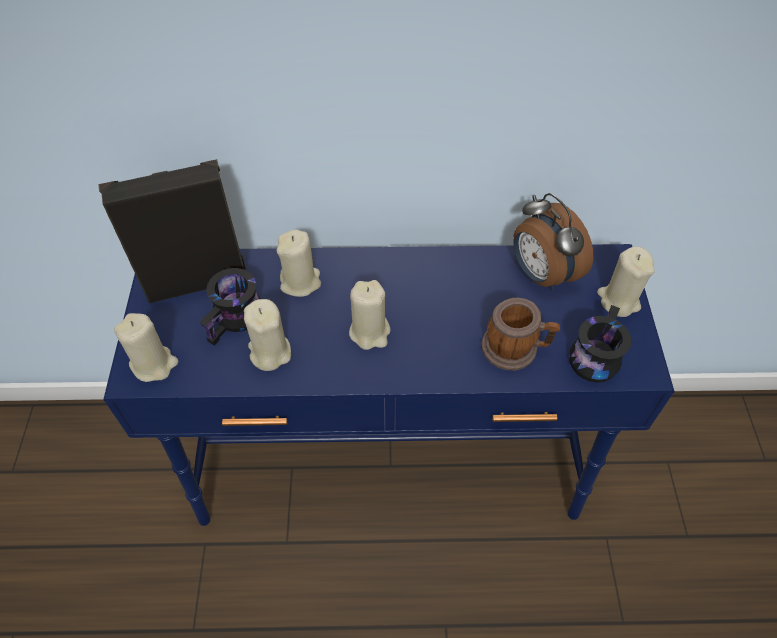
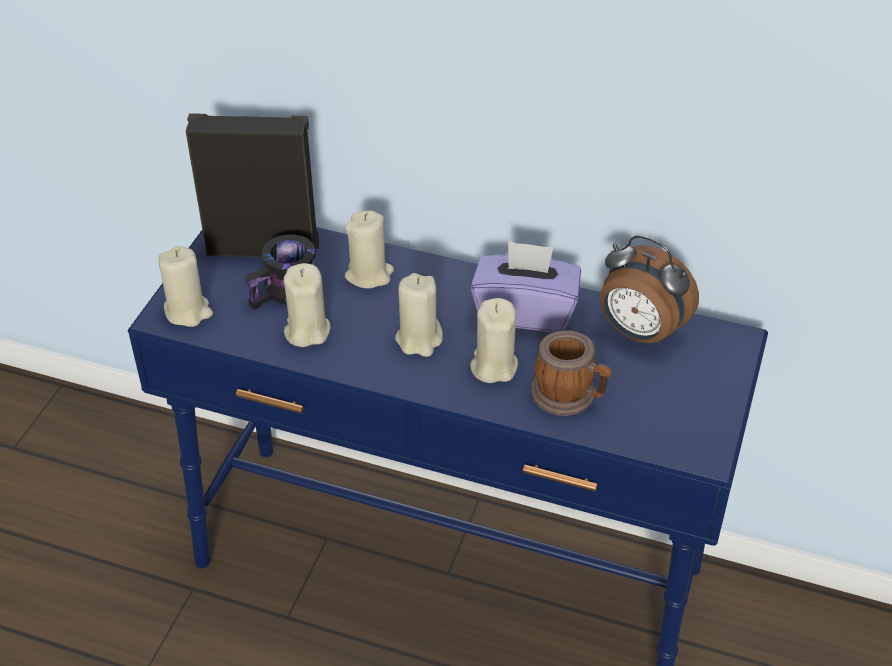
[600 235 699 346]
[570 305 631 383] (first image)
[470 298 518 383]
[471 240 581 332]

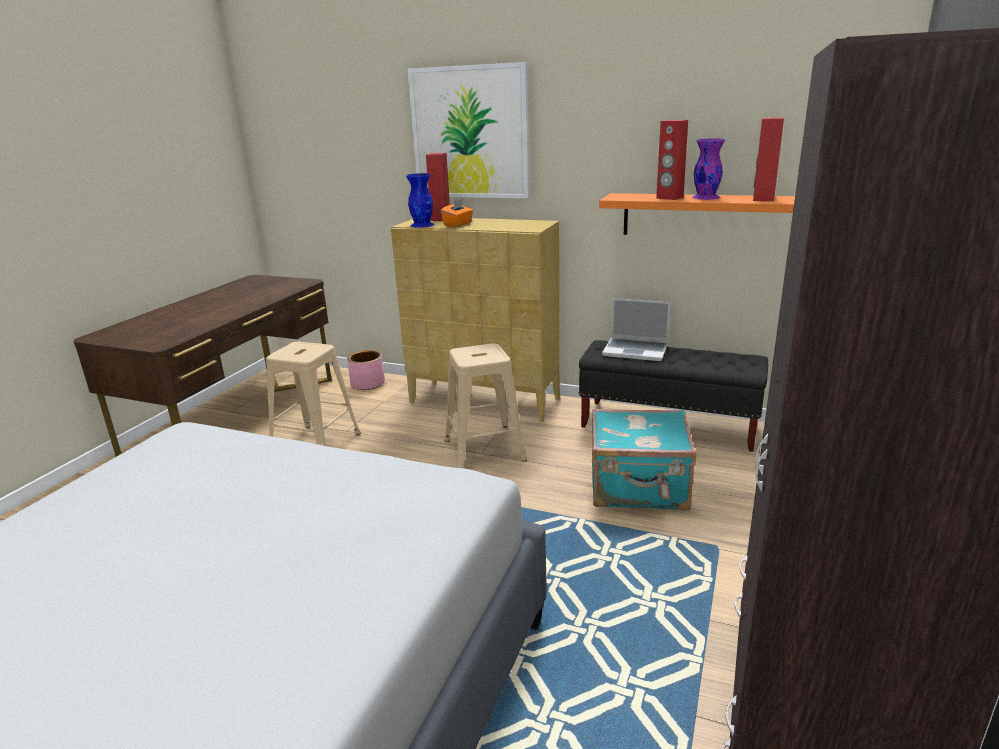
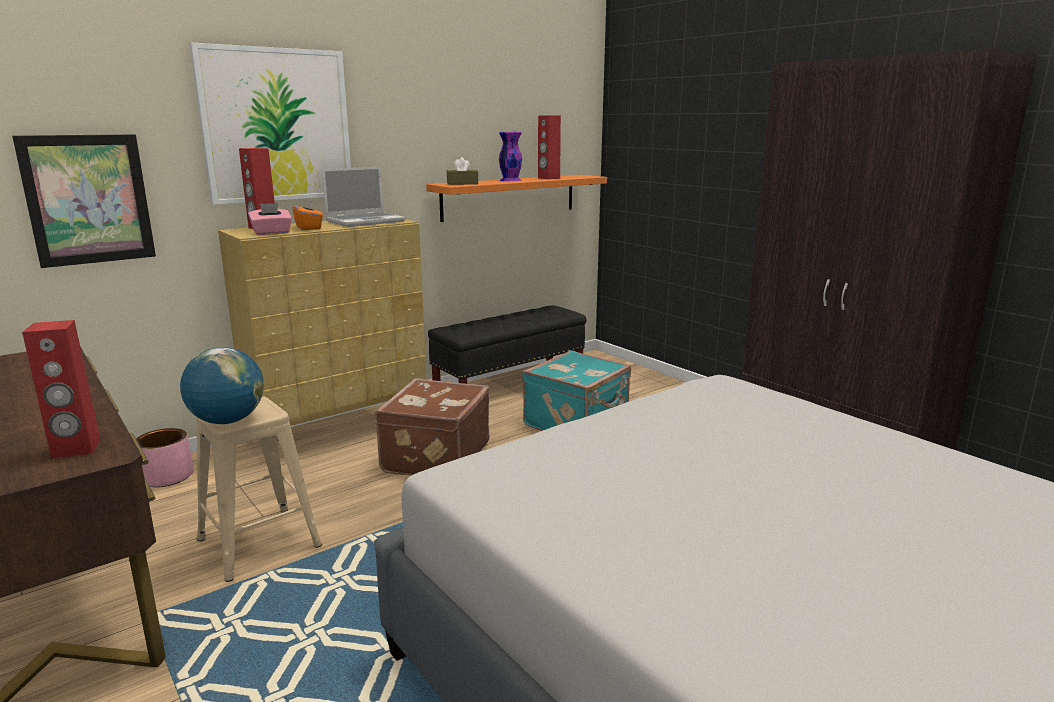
[248 203 292 235]
[375 378 490 476]
[322 167 405 227]
[22 320 100 458]
[12 134 156 268]
[180 347 264 424]
[447 157 478 185]

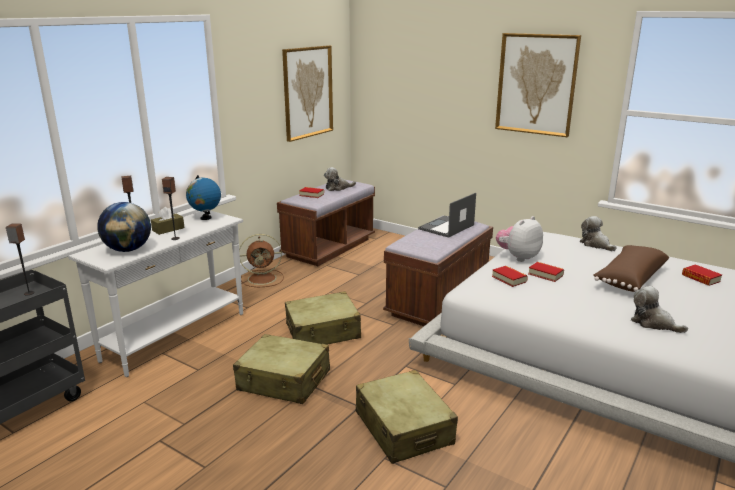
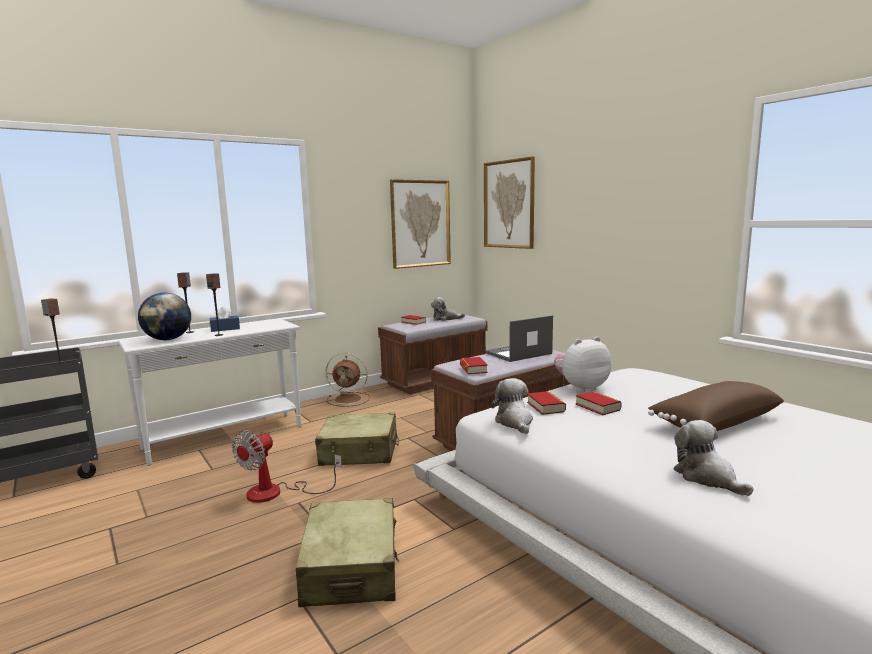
[210 306 240 332]
[186 175 221 220] (first image)
[232 430 342 503]
[484 156 535 249]
[491 378 533 434]
[460 357 488 374]

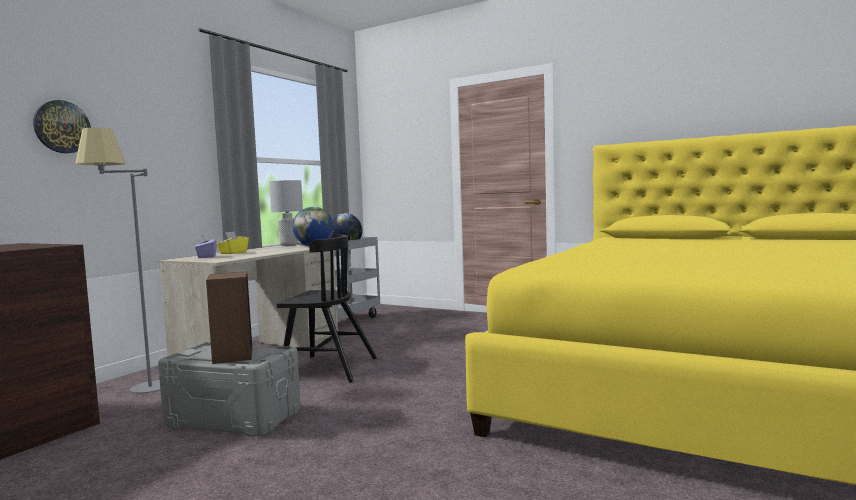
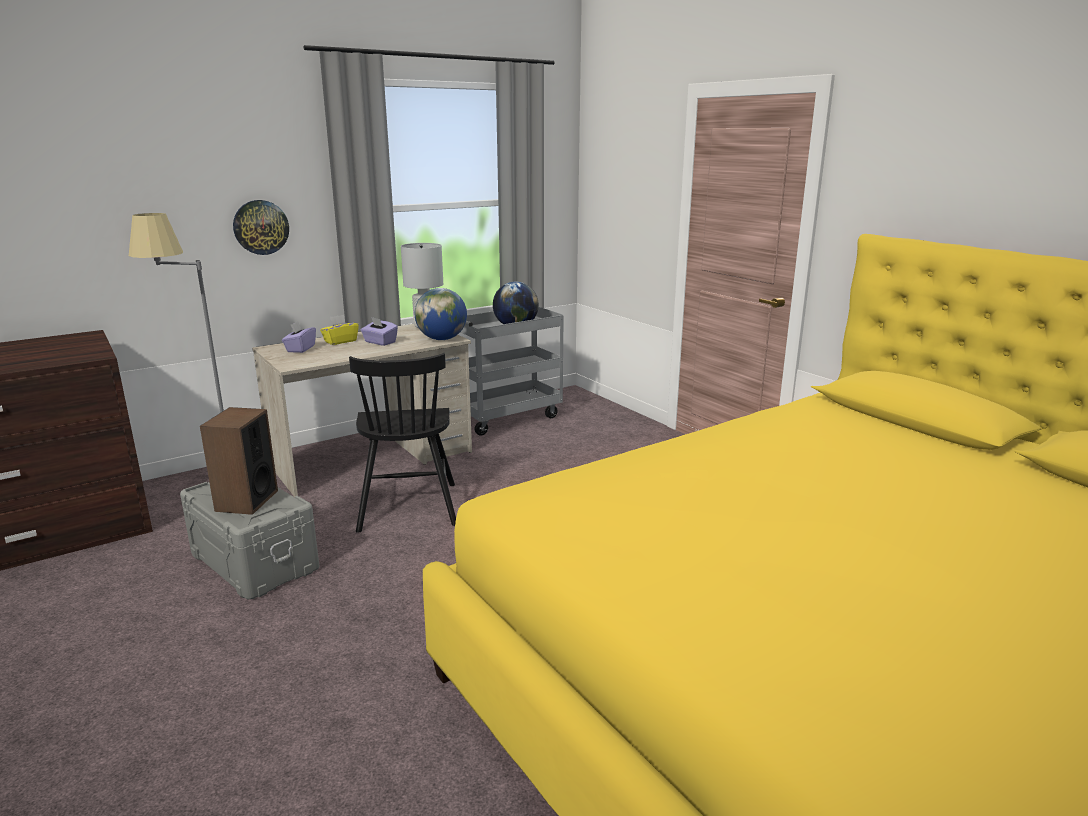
[233 200 289 255]
[349 353 456 533]
[361 317 398 346]

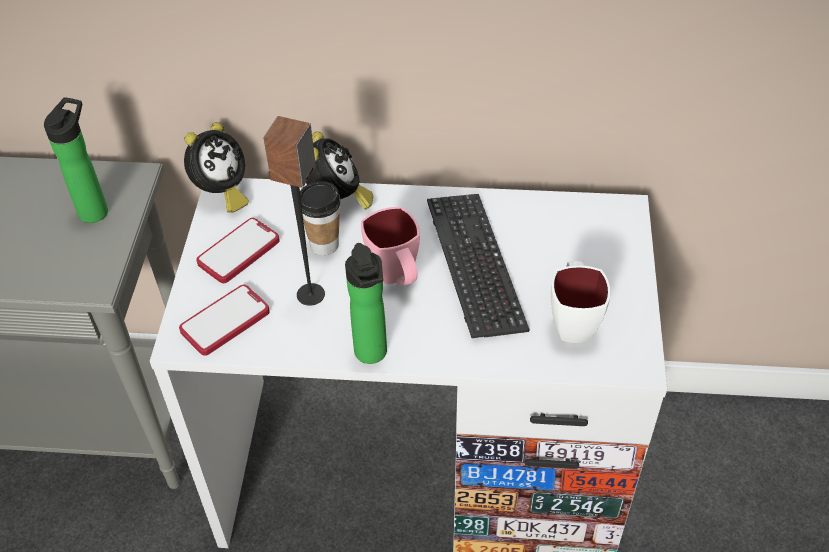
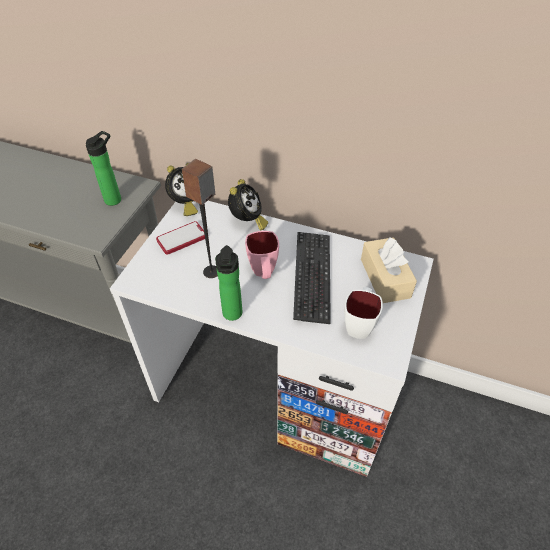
[179 285 270 356] (first image)
[300 181 341 256] (first image)
[361 237 417 303]

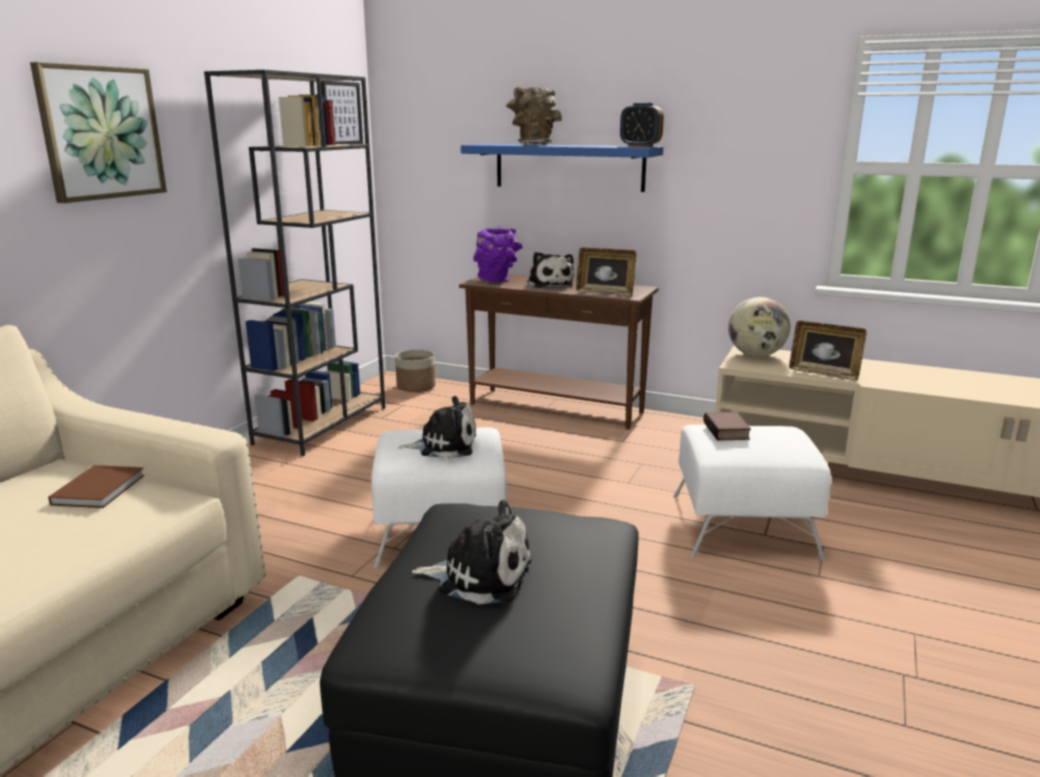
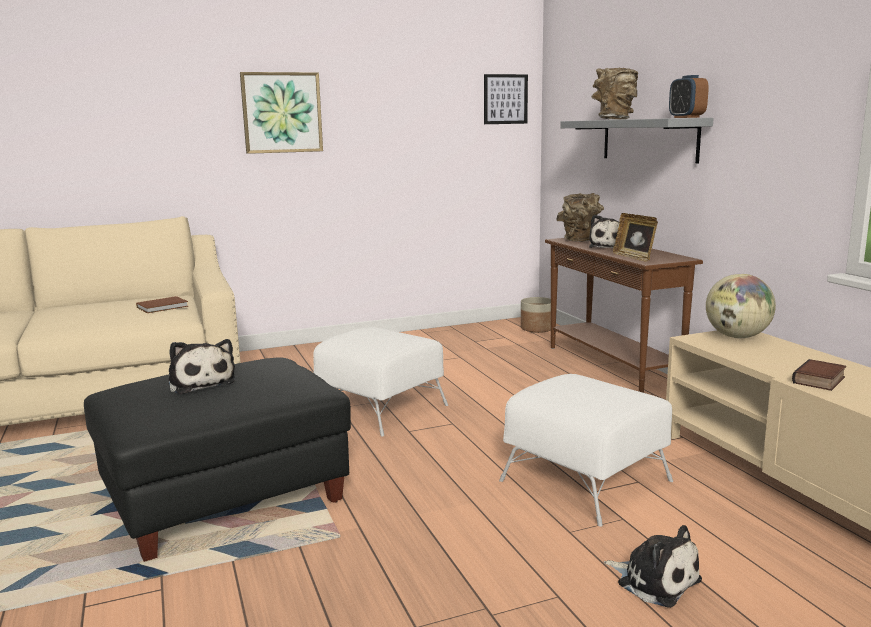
[204 70 385 456] (first image)
[604 525 702 608]
[560 118 714 163]
[556 193 604 242]
[792 359 846 391]
[789 321 867 381] (first image)

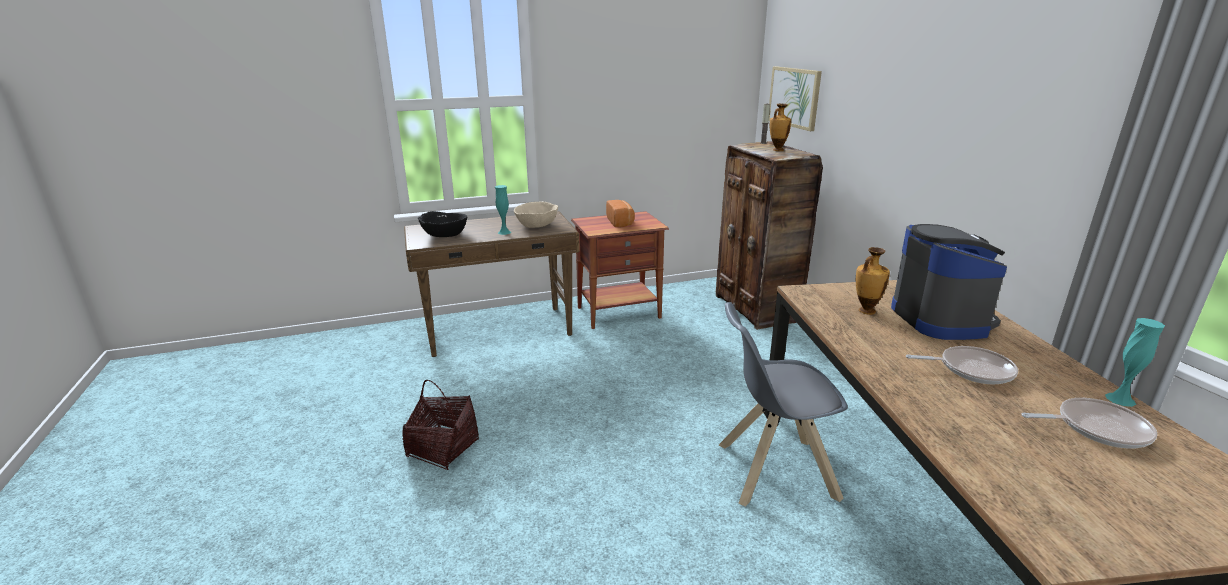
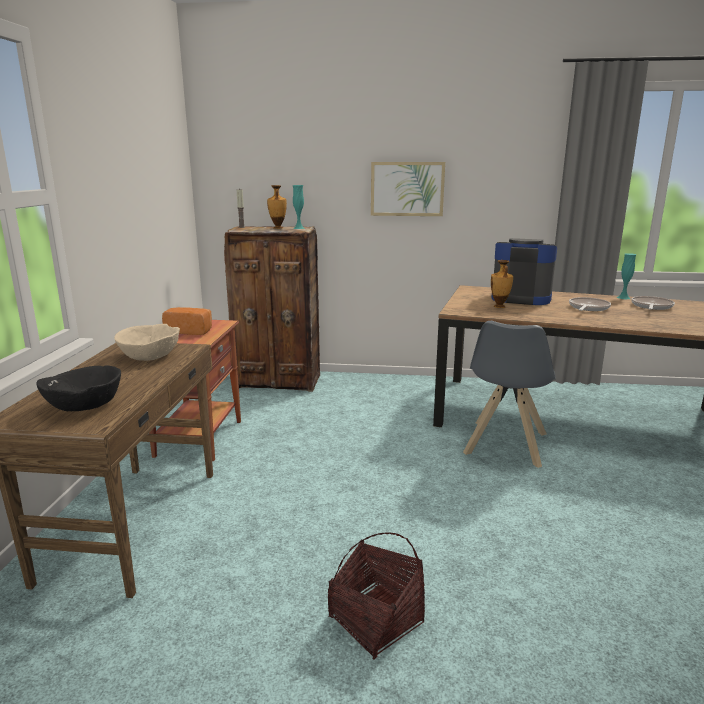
[293 185 305 229]
[371 162 445 216]

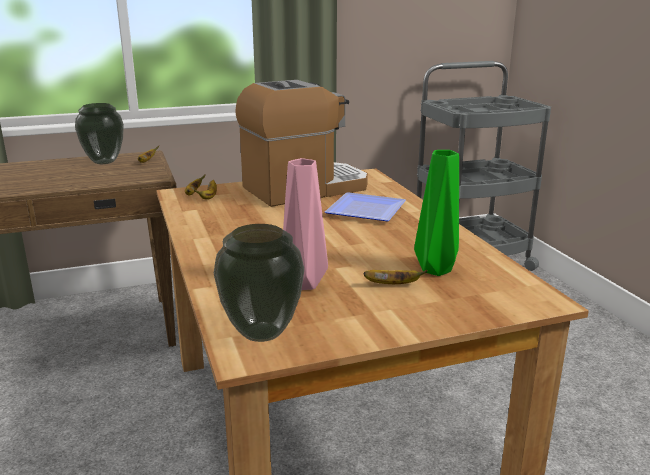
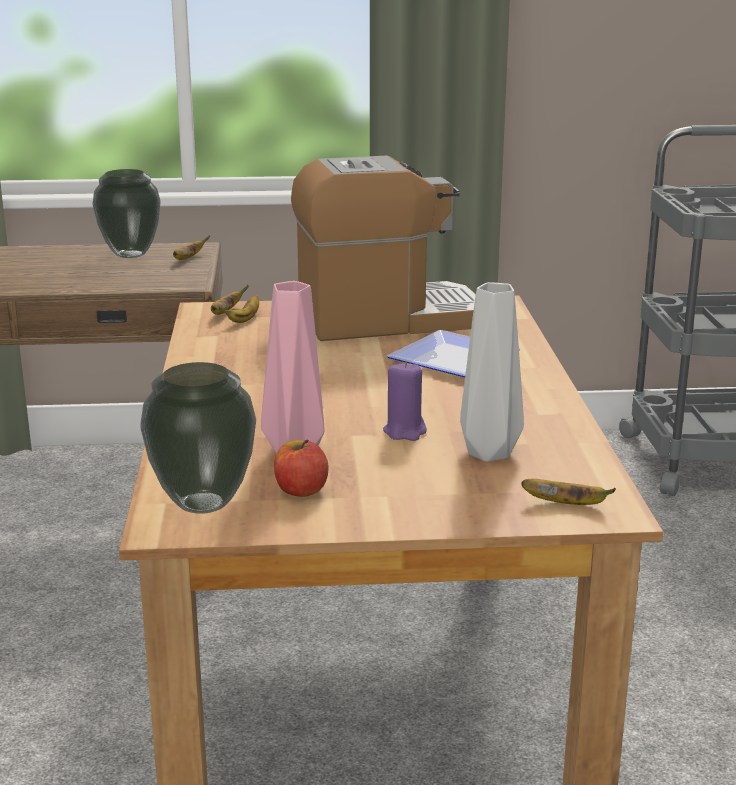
[521 479 616 505]
[460 282 524 462]
[274 440 328 497]
[383 361 427 441]

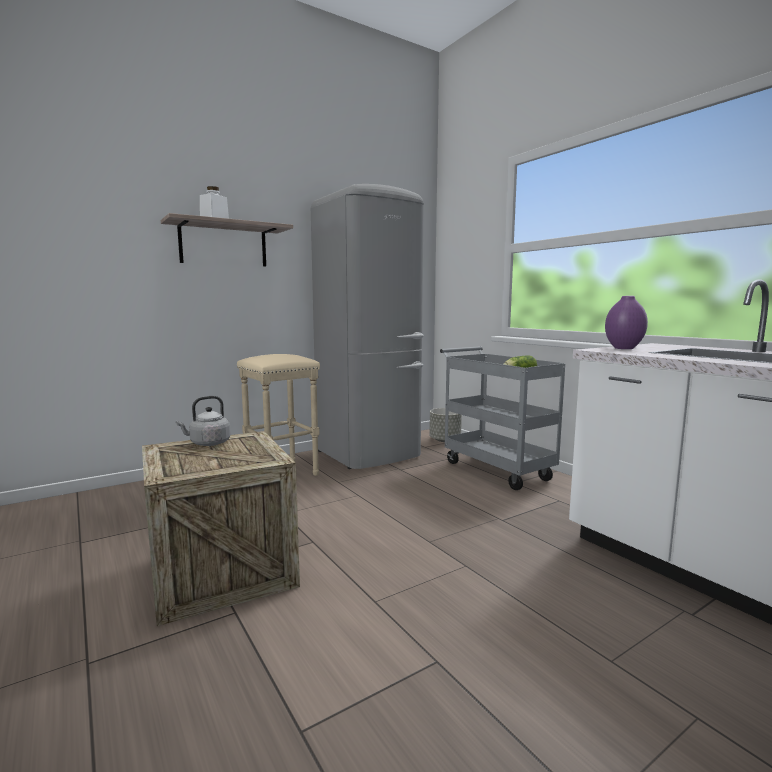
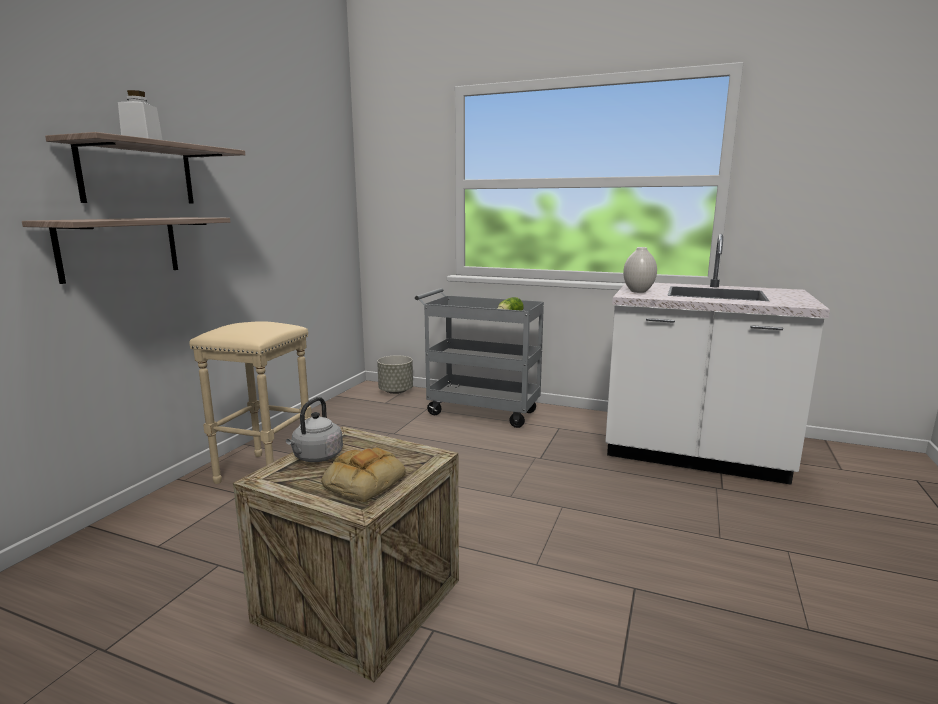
[311 184 424 469] (first image)
[623 247 657 293]
[22 217 230 284]
[321 448 406 502]

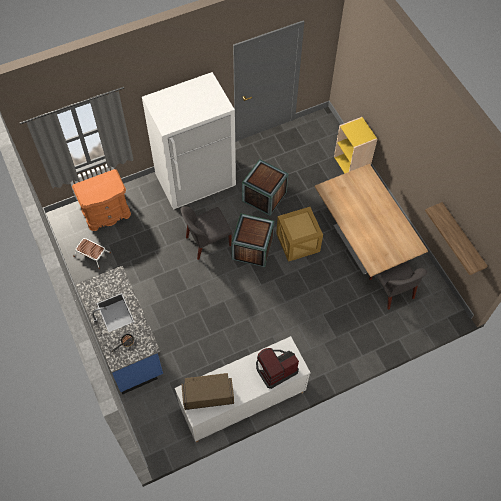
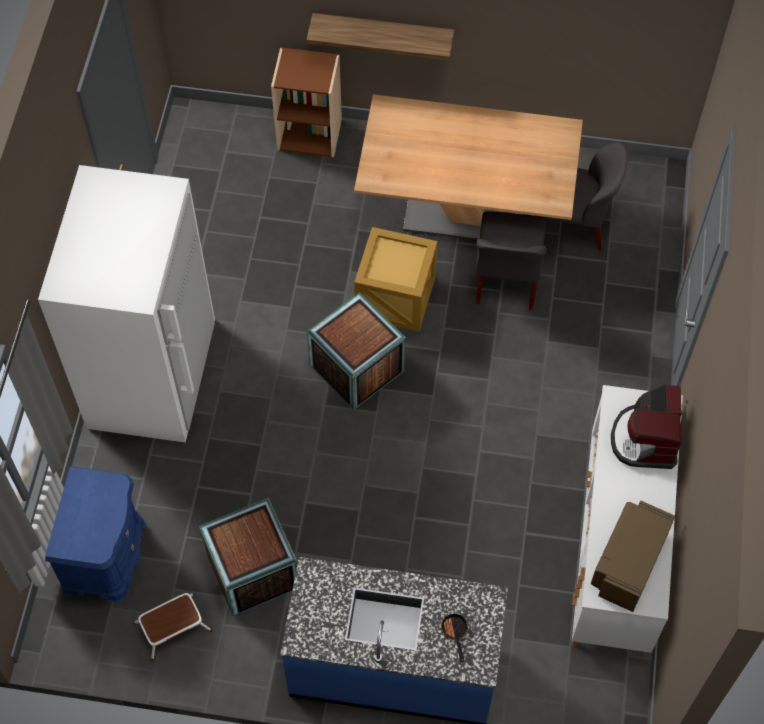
[45 466 145 603]
[476 212 547 310]
[199 498 297 617]
[271 47 342 157]
[307 13 454 60]

